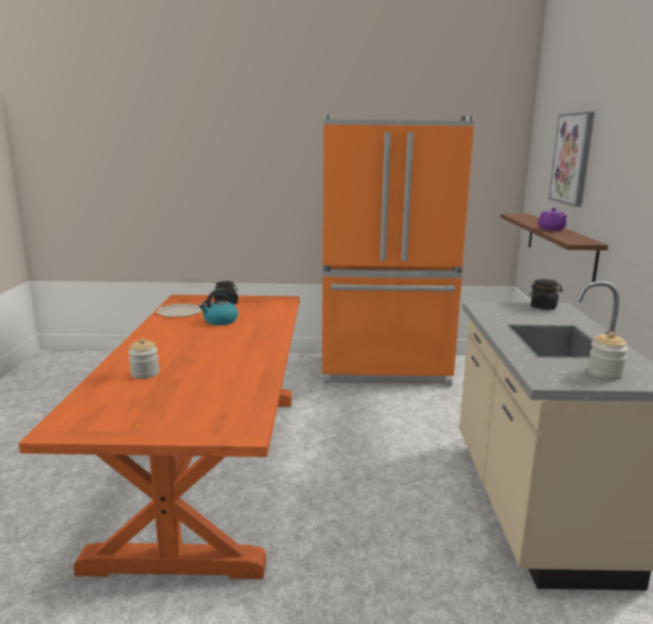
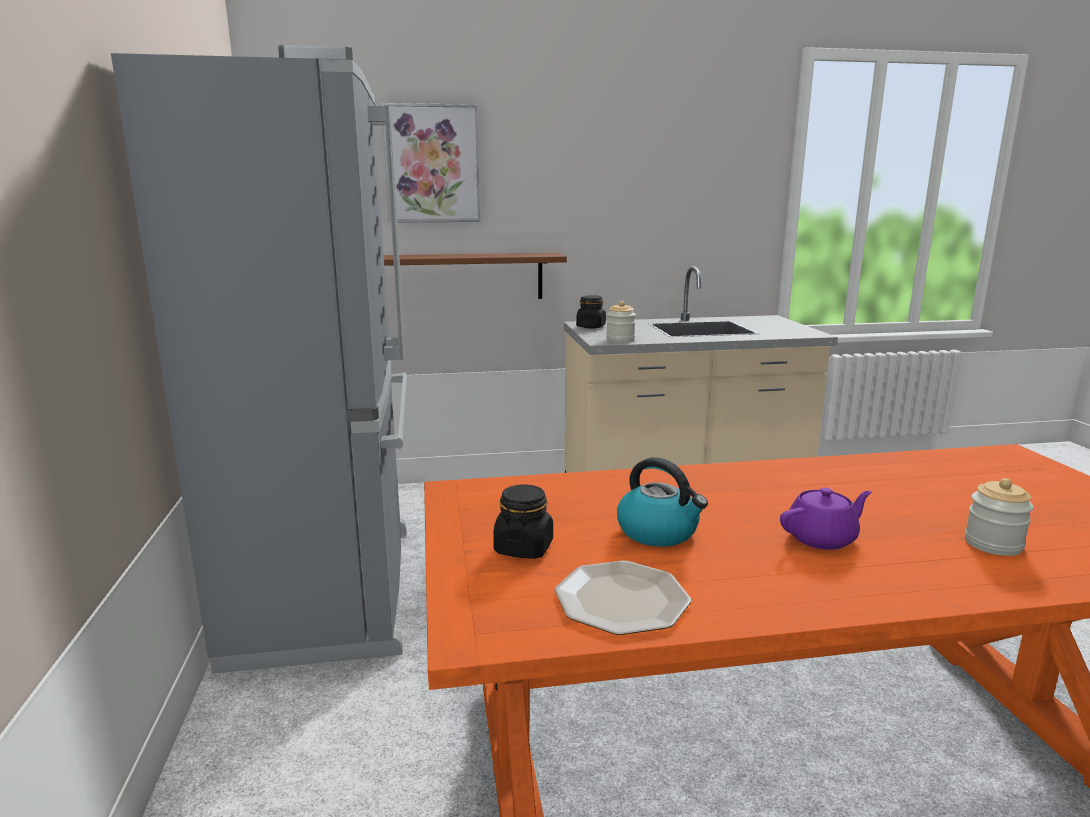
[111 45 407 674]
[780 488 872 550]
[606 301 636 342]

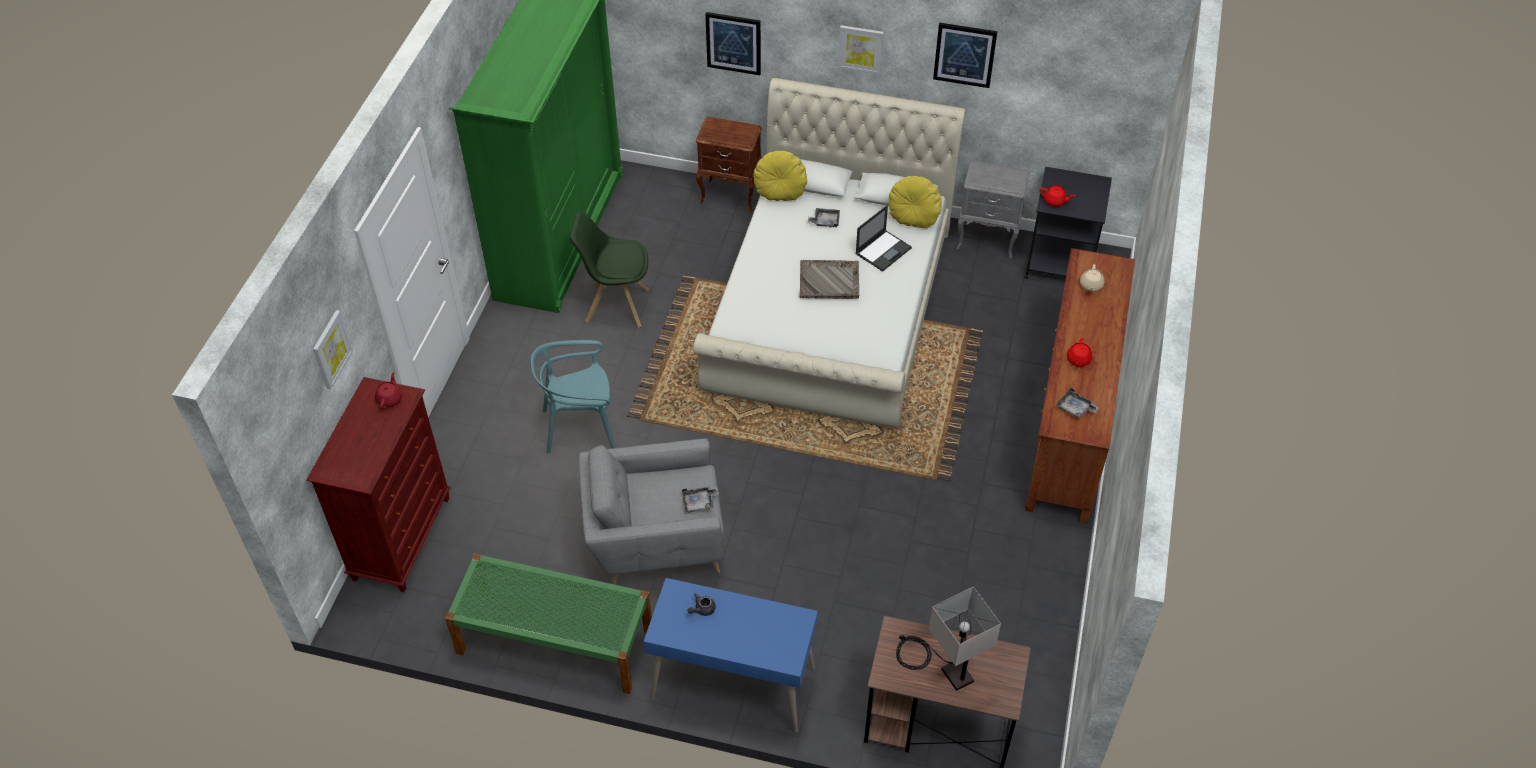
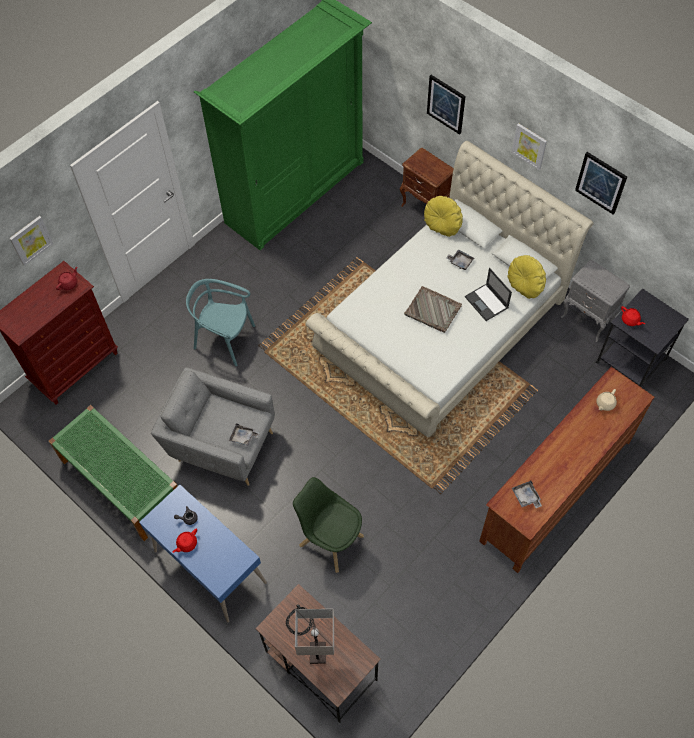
[293 477 364 573]
[465 268 512 321]
[173 528 197 553]

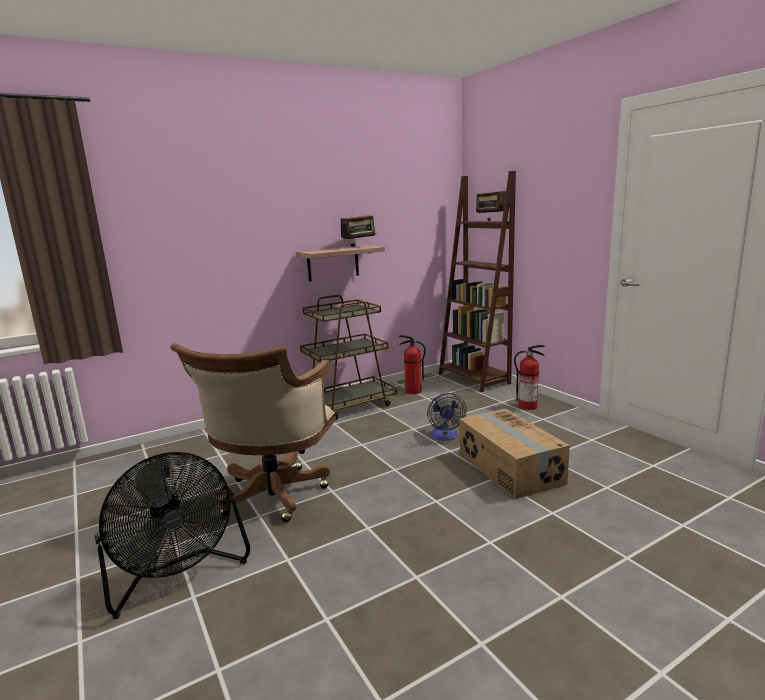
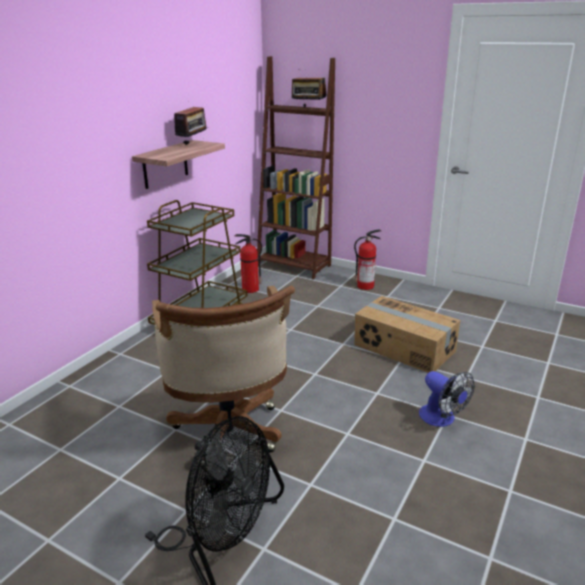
[419 371 475 427]

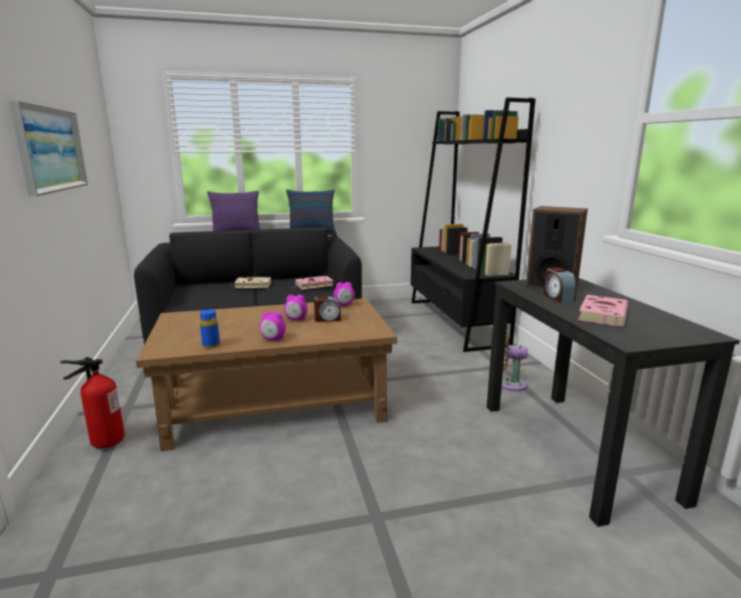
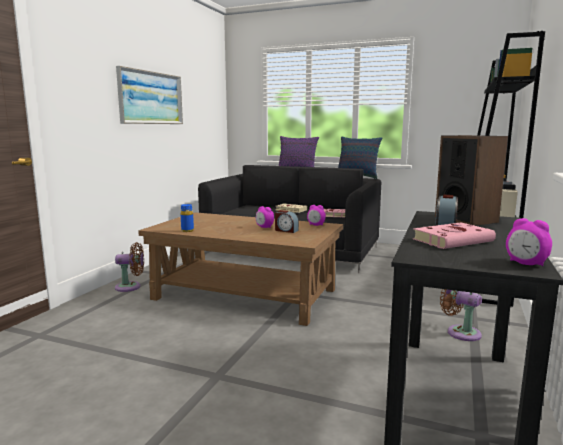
[115 242 144 292]
[506 218 552 266]

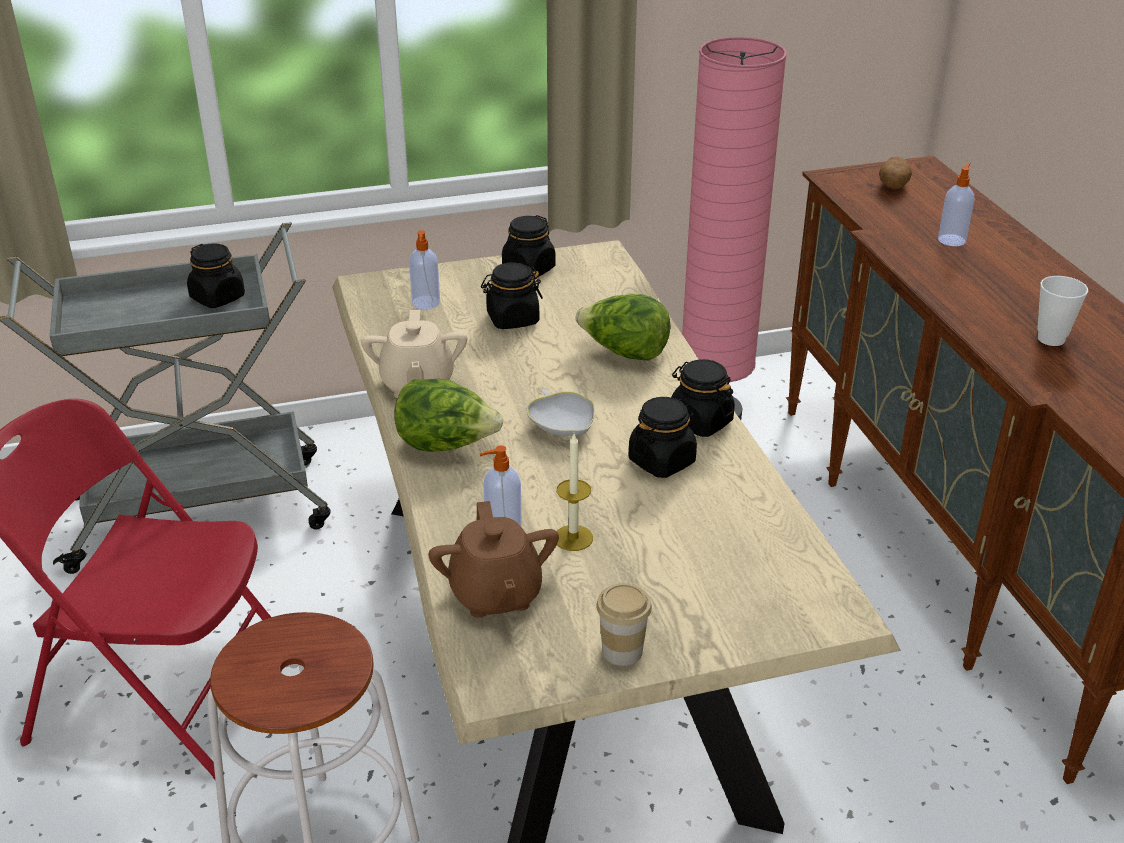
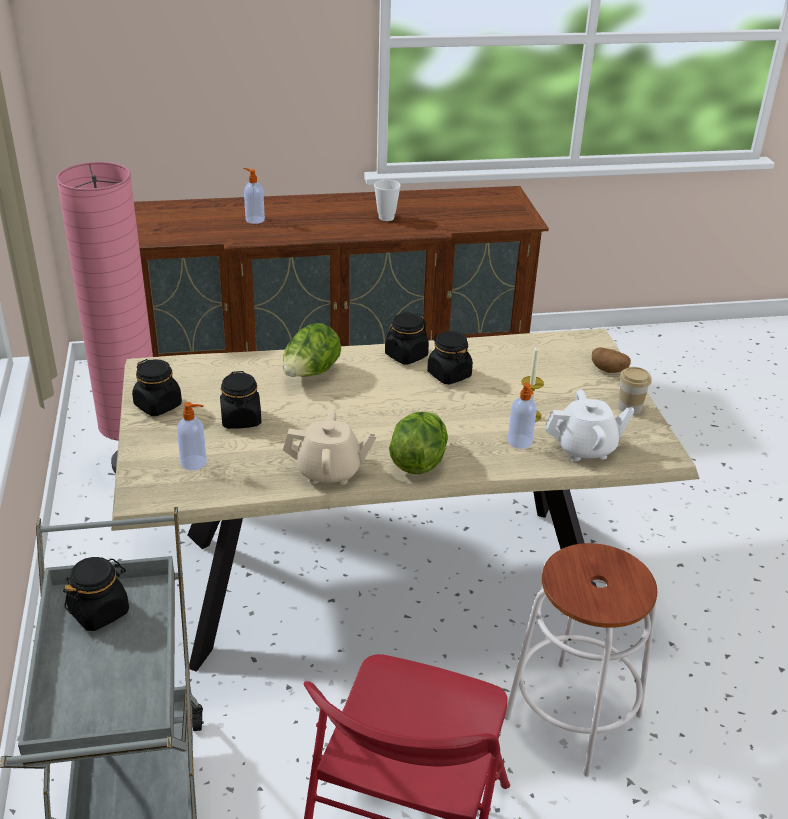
[545 390 635 461]
[526 390 595 436] (first image)
[592 347 631 373]

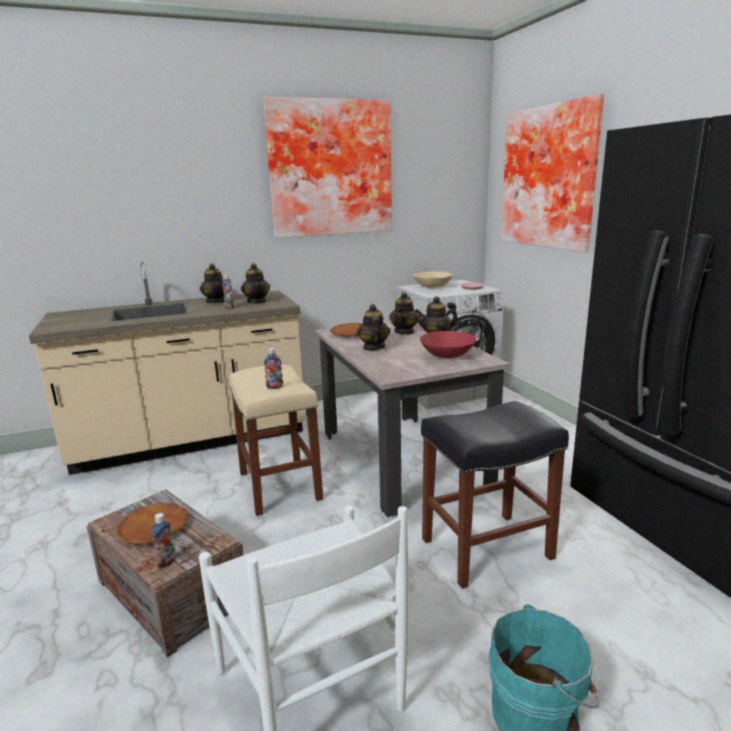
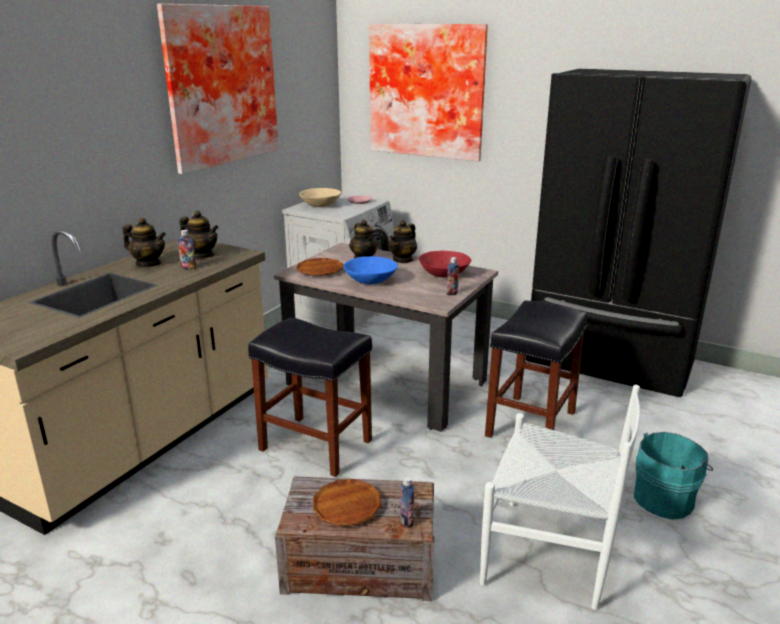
[248 317 372 477]
[447 257 459 296]
[343 256 398 284]

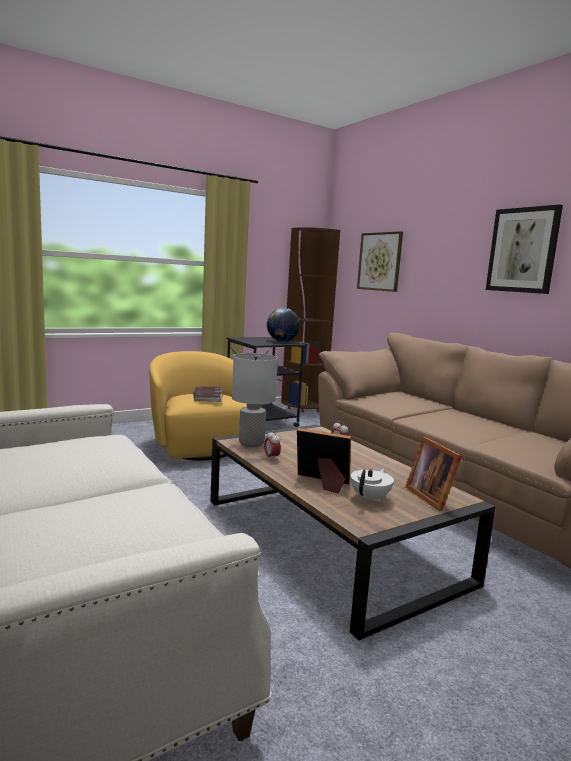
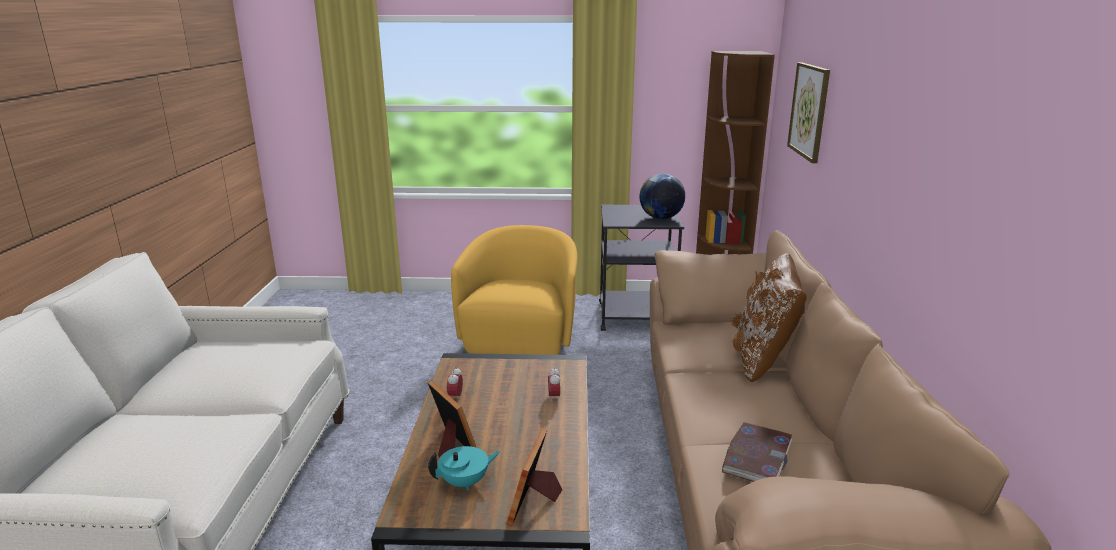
[722 422 792 482]
[232 353 278 447] (first image)
[428 446 500 491]
[486 205 563 294] (first image)
[730 253 807 382]

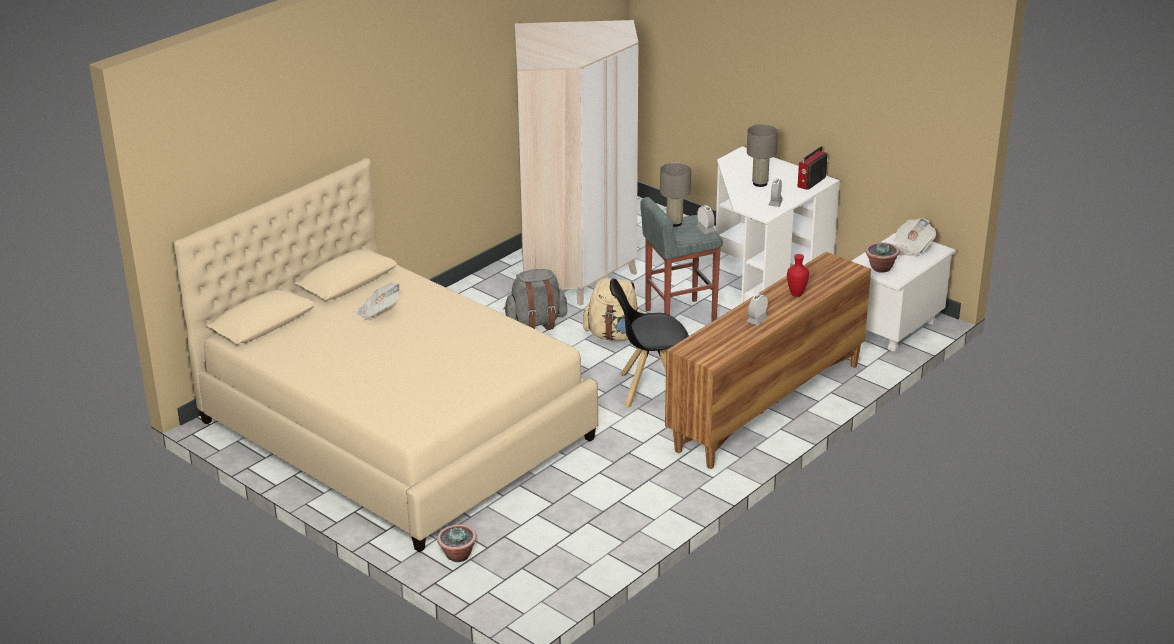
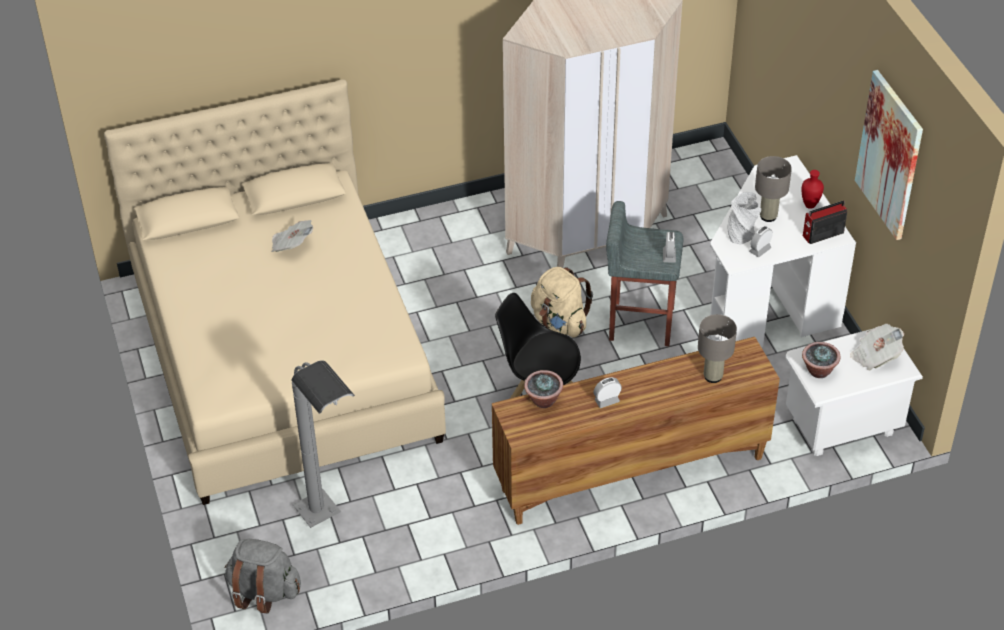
[524 370 563 408]
[225 539 301 614]
[698 314 737 383]
[802 170 824 209]
[291 360 355 528]
[728 192 761 244]
[855 70 923 240]

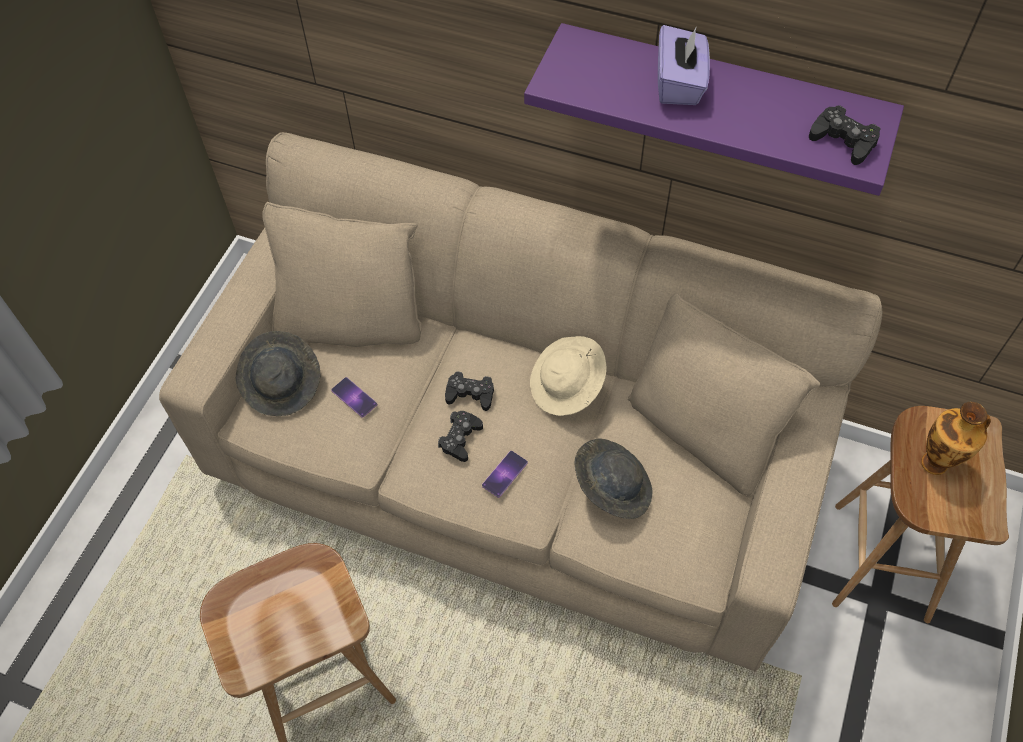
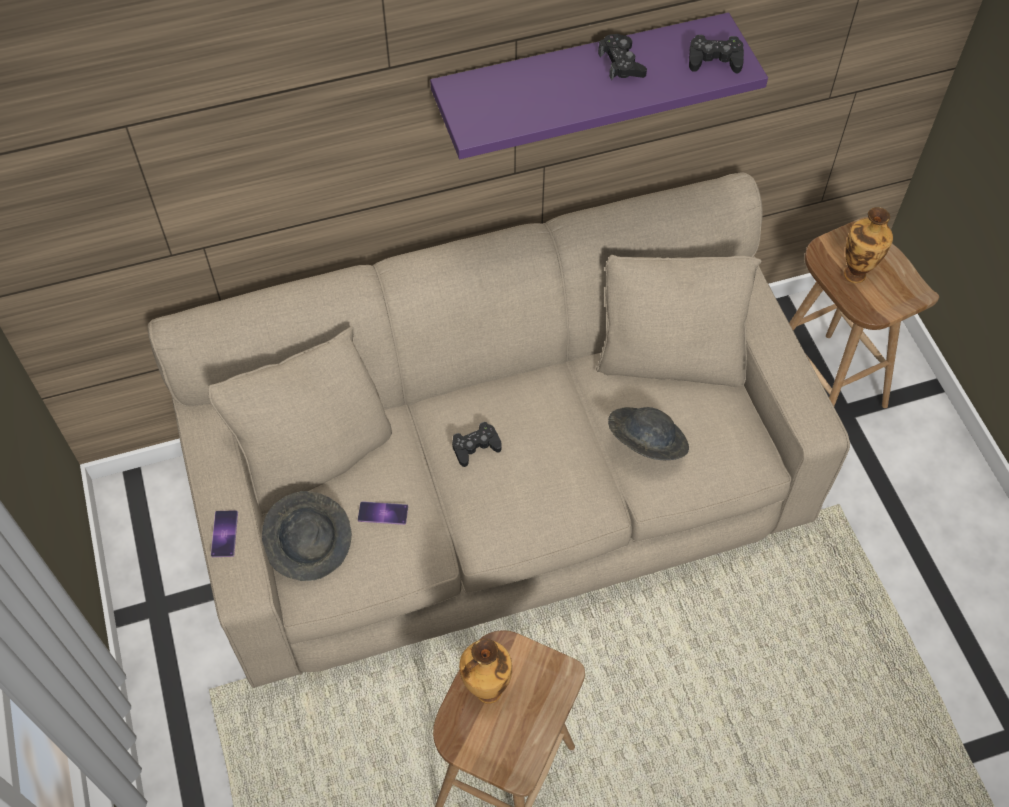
[598 34 647 80]
[211 510 238 557]
[530 336 606 416] (first image)
[658 25 710 105] (first image)
[459 639 512 704]

